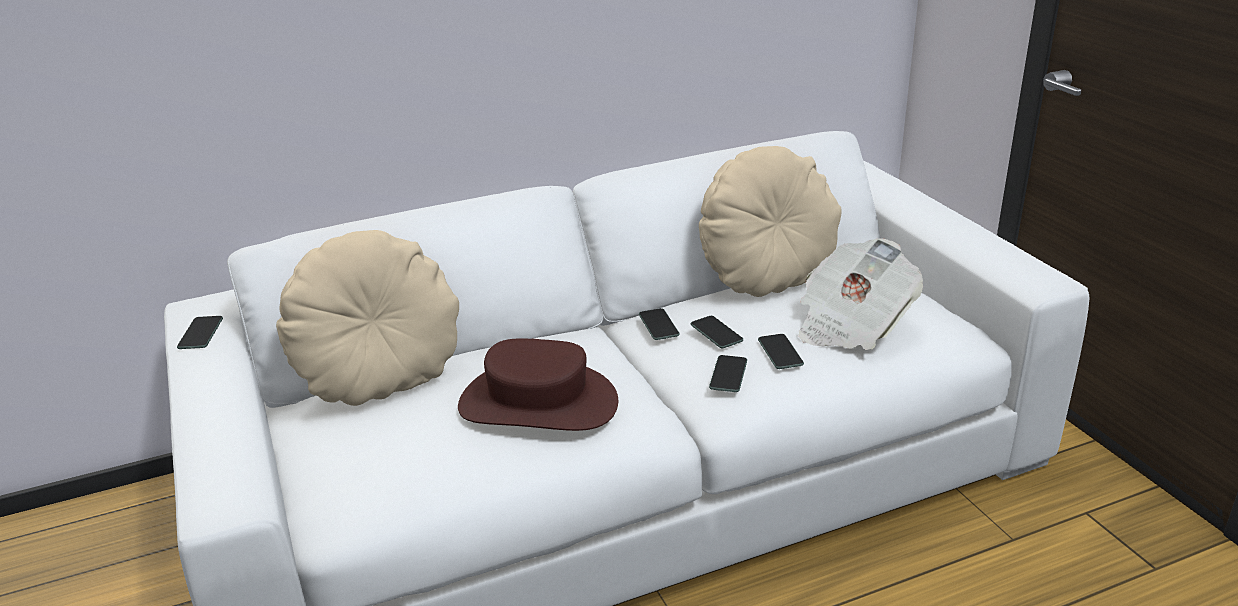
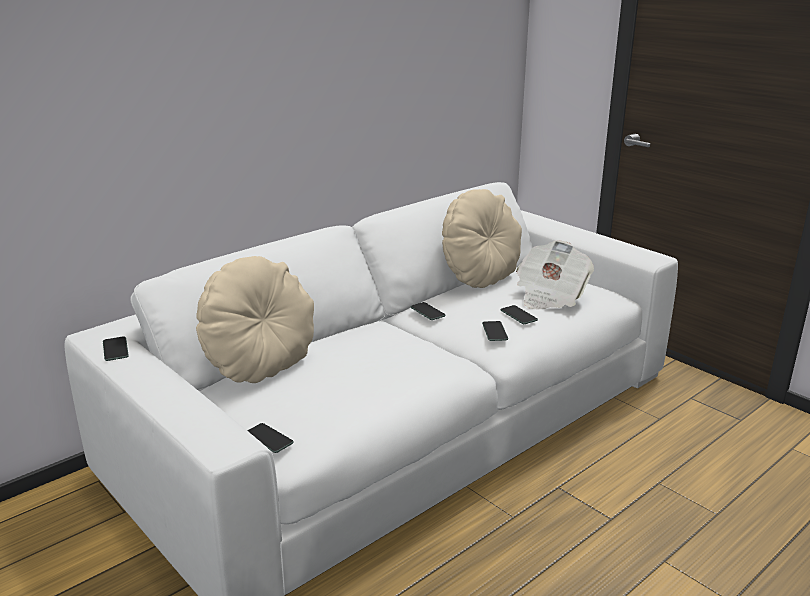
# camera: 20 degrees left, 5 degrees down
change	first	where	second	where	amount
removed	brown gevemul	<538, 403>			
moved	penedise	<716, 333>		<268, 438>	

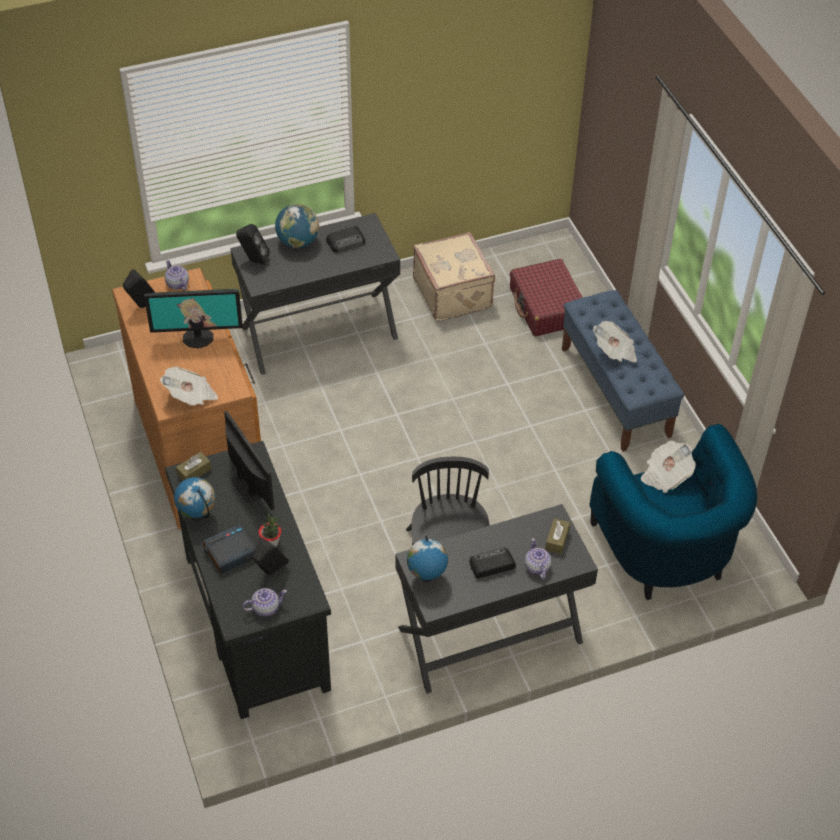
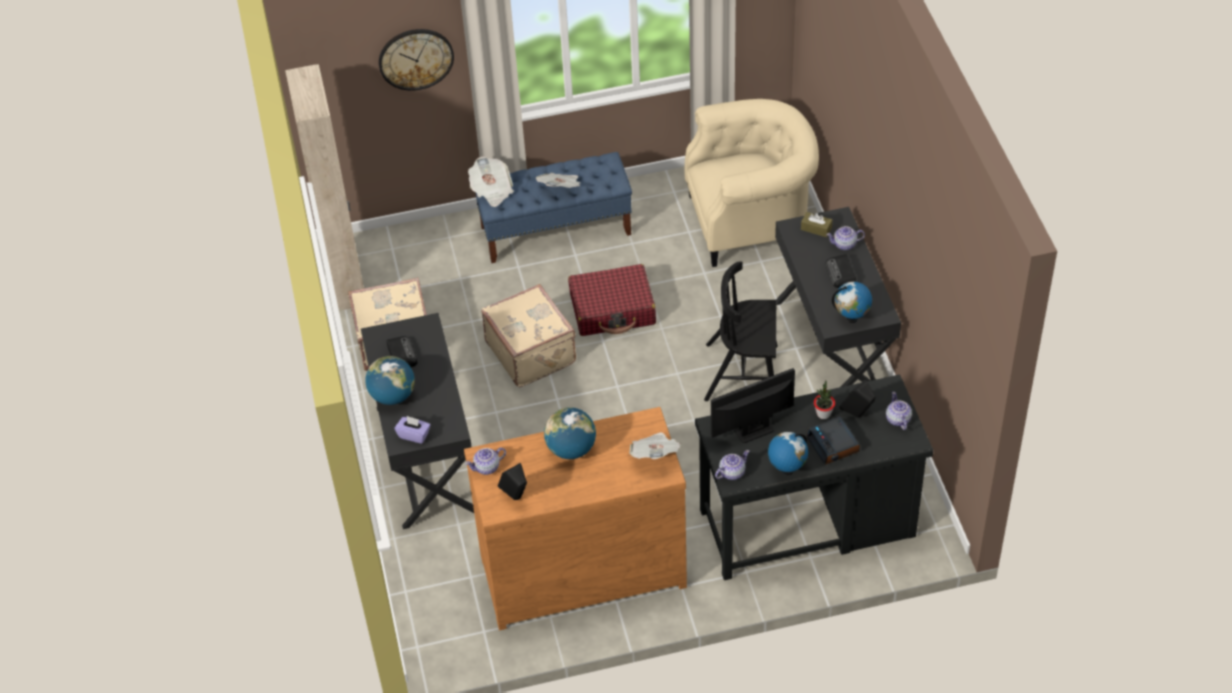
# camera: 80 degrees left, 0 degrees up
change	first	where	second	where	amount
replaced	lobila	<198, 337>	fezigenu	<571, 449>	
replaced	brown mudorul	<194, 472>	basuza	<731, 472>	
replaced	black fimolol	<254, 260>	purple mudorul	<414, 435>	
moved	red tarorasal	<546, 307>		<613, 309>	
recoloured	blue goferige	<664, 552>	beige goferige	<751, 222>	
moved	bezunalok	<665, 475>		<491, 190>	
added			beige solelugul	<346, 282>	
added			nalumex	<416, 58>	
added			beige tarorasal	<532, 352>	

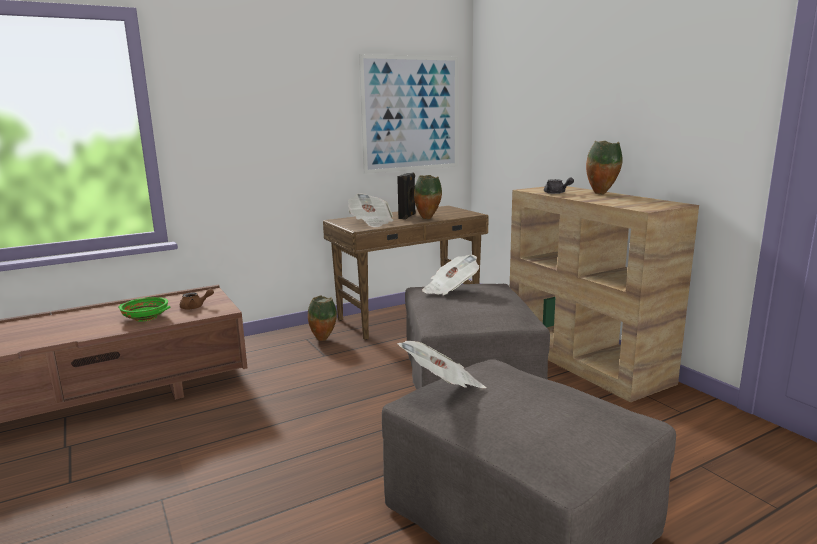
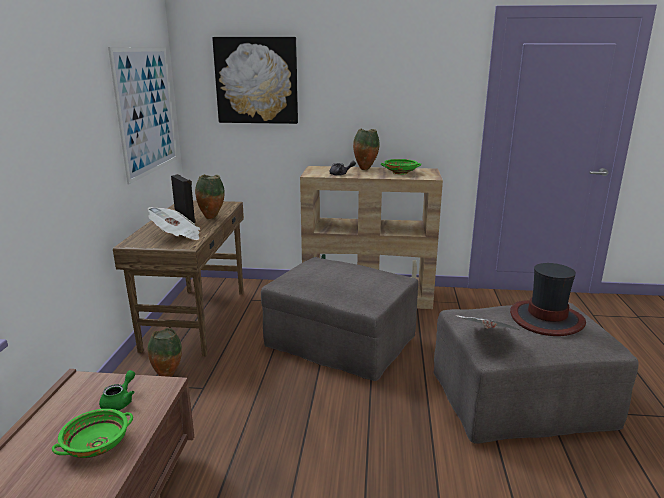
# camera: 55 degrees left, 5 degrees up
change	first	where	second	where	amount
recoloured	brown basuza	<195, 307>	green basuza	<120, 401>	
removed	bezunalok	<450, 289>			
added			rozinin	<256, 80>	
added			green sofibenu	<400, 172>	
added			gevemul	<546, 319>	

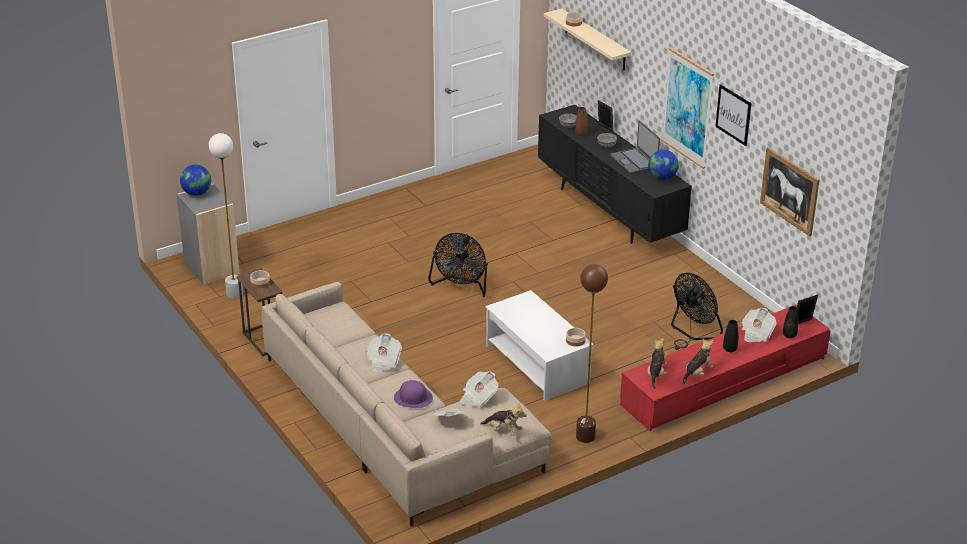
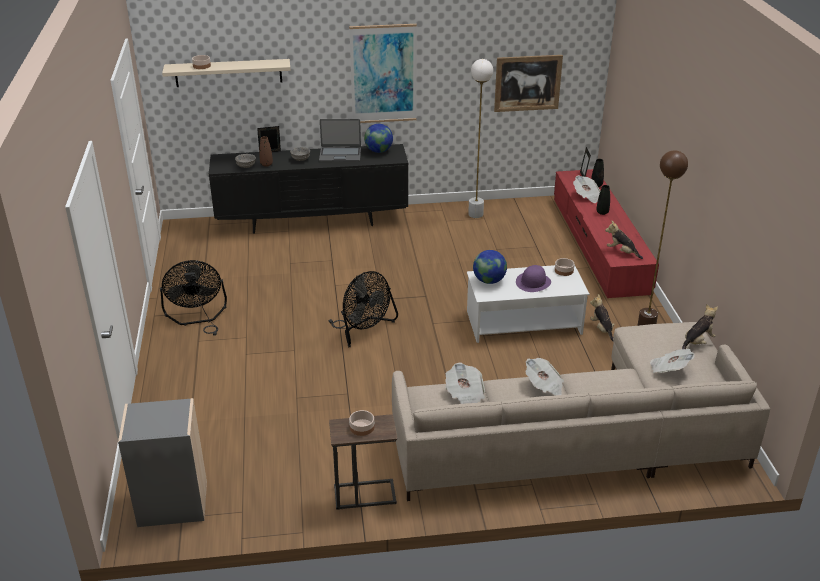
# camera: 65 degrees left, 0 degrees up
change	first	where	second	where	amount
moved	fezigenu	<197, 193>		<489, 281>	
moved	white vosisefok	<234, 294>		<475, 214>	
moved	purple gevemul	<413, 397>		<533, 282>	
moved	bezunalok	<478, 397>		<465, 394>	
moved	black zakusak	<689, 331>		<198, 318>	
moved	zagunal	<697, 373>		<602, 330>	
removed	rozinin	<733, 115>			

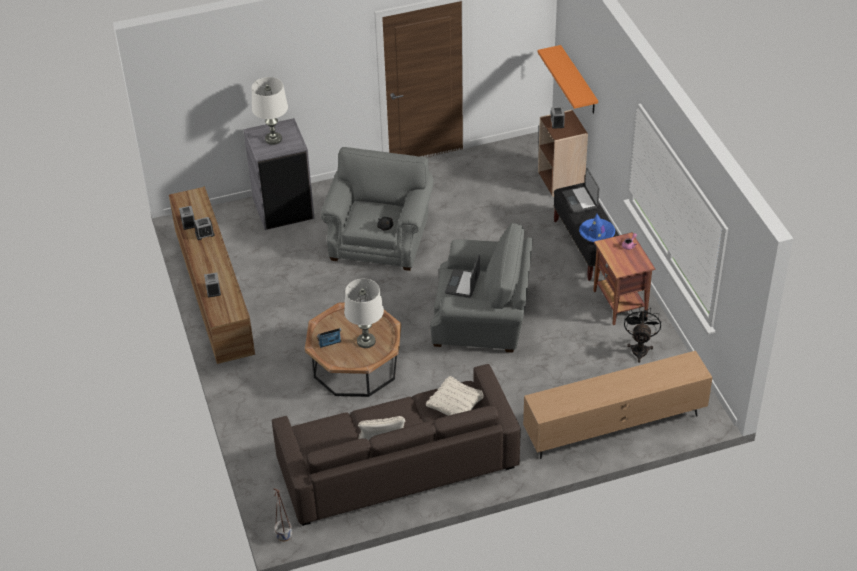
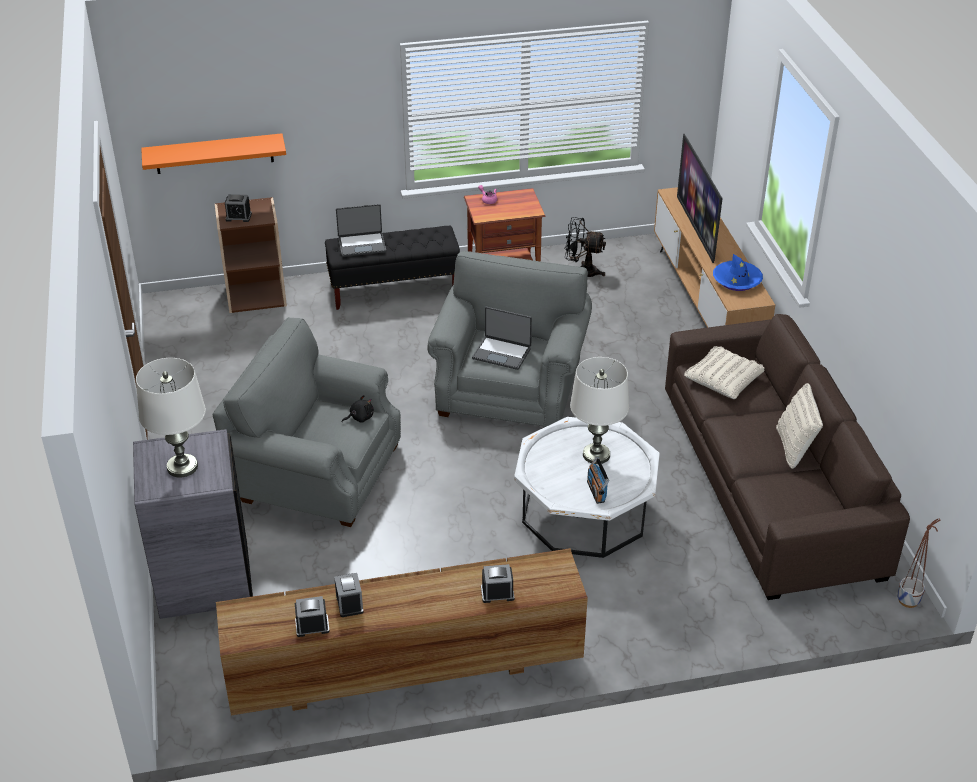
# camera: 85 degrees left, 5 degrees down
change	first	where	second	where	amount
recoloured	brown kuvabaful	<355, 366>	white kuvabaful	<584, 512>	
moved	blue gevemul	<596, 234>		<737, 280>	
added			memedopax	<696, 229>	

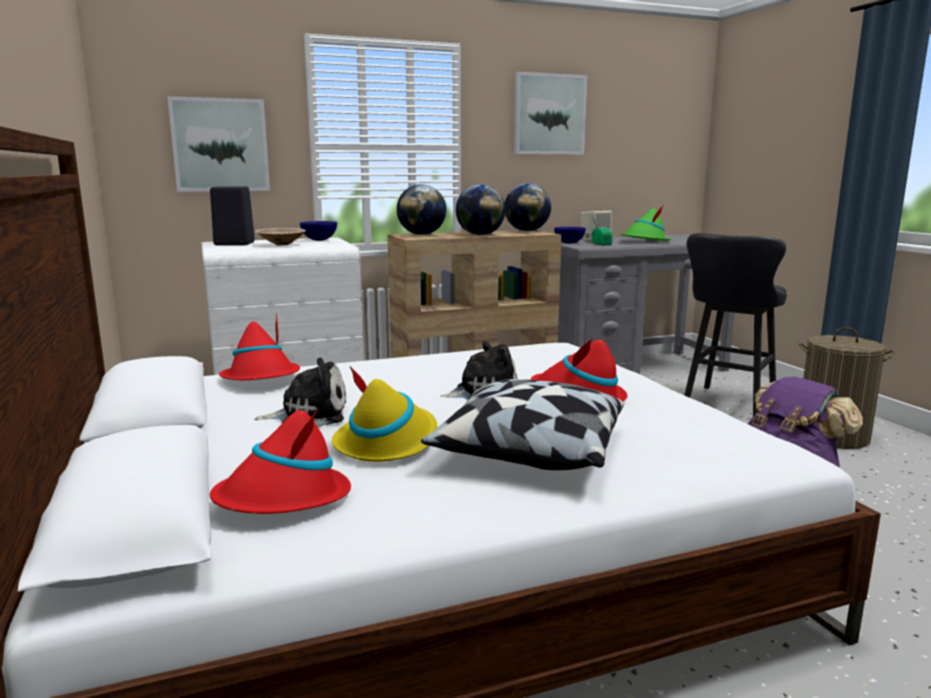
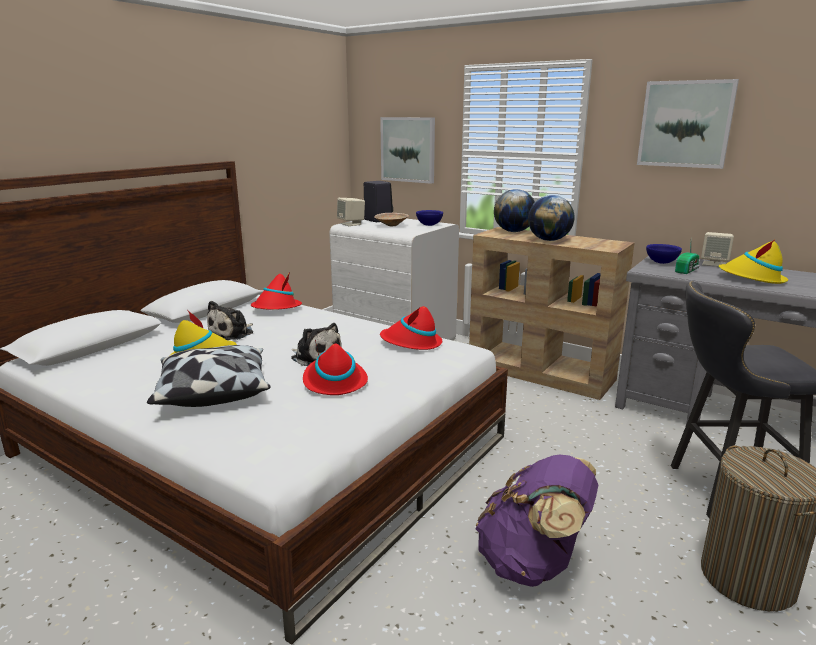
# camera: 55 degrees right, 5 degrees up
change	first	where	second	where	amount
moved	red gevemul	<283, 499>		<411, 343>	
turned	zagunal	<309, 414>		<232, 333>	75 degrees clockwise
removed	fezigenu	<526, 231>			
recoloured	green gevemul	<645, 241>	yellow gevemul	<751, 278>	
added			beige fimolol	<351, 224>	

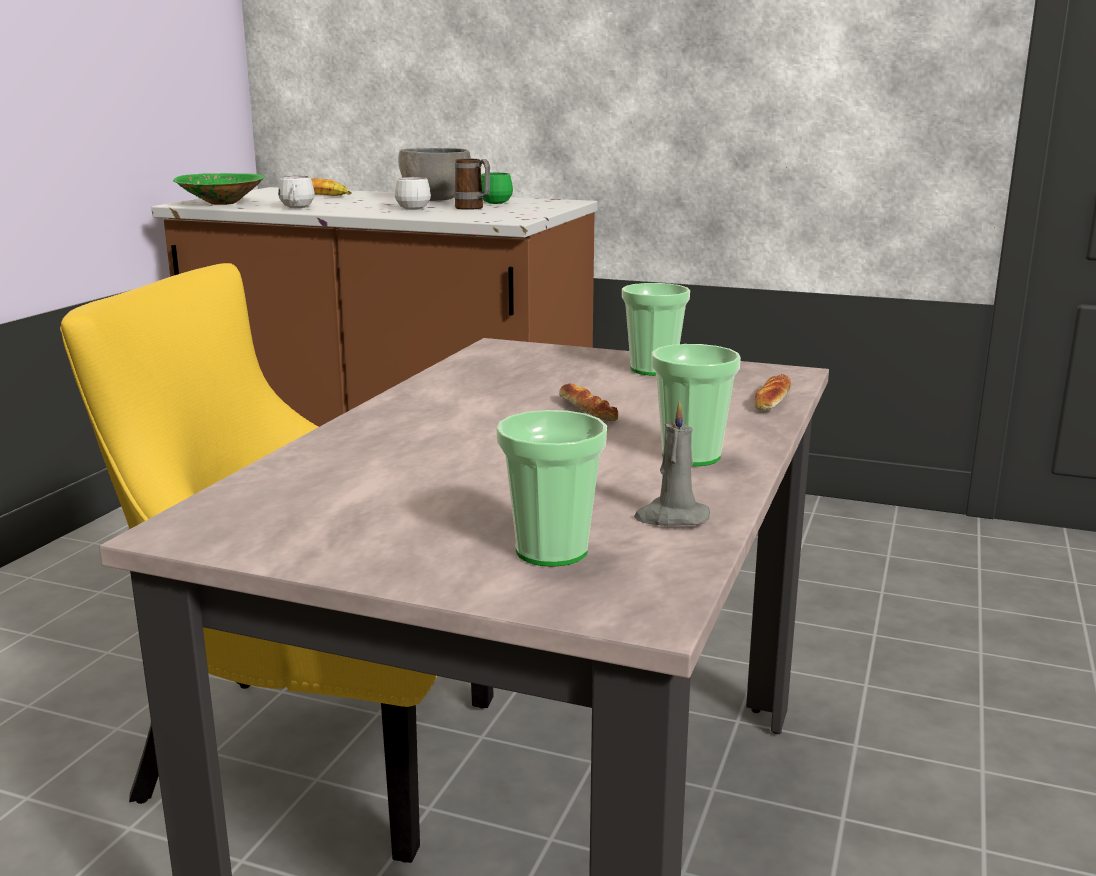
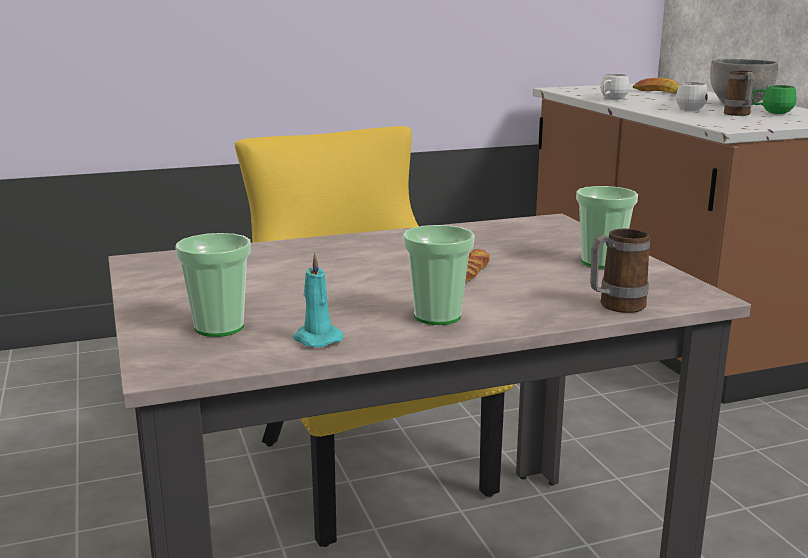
# camera: 50 degrees right, 0 degrees up
change	first	where	second	where	amount
removed	green sofibenu	<221, 204>			
recoloured	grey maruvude	<671, 517>	turquoise maruvude	<316, 339>	
replaced	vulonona	<772, 400>	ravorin	<614, 307>	

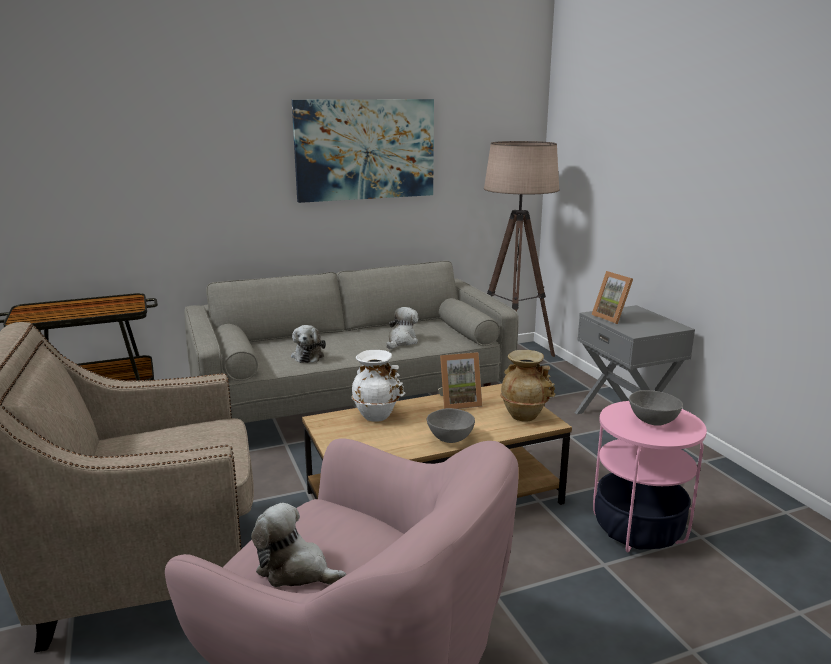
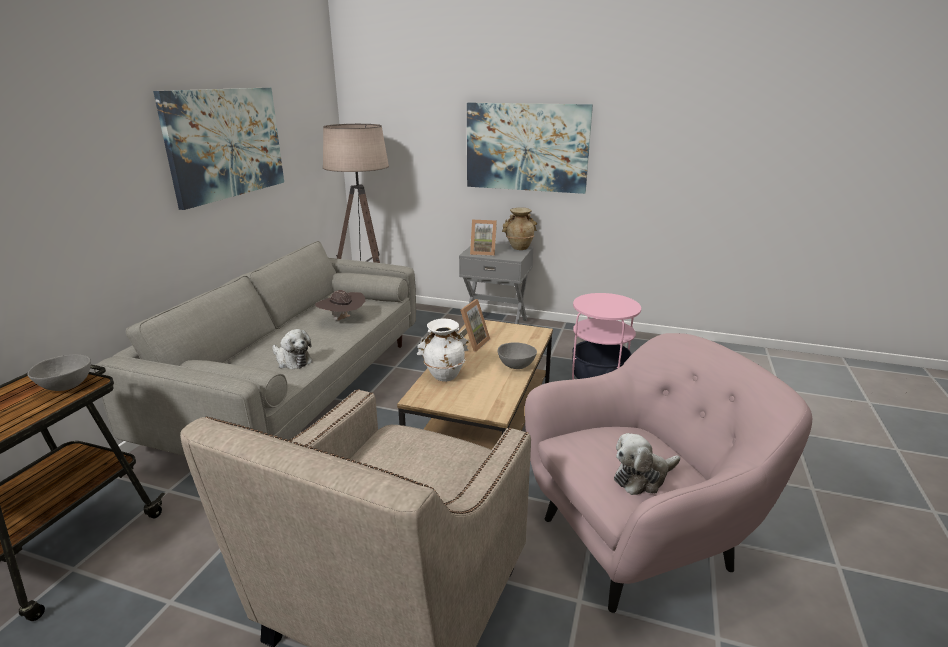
# camera: 50 degrees left, 5 degrees up
change	first	where	second	where	amount
replaced	zagunal	<401, 341>	brown gevemul	<342, 320>	
moved	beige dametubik	<524, 415>		<519, 247>	
moved	grey sofibenu	<653, 422>		<66, 386>	
added			rozinin	<526, 147>	

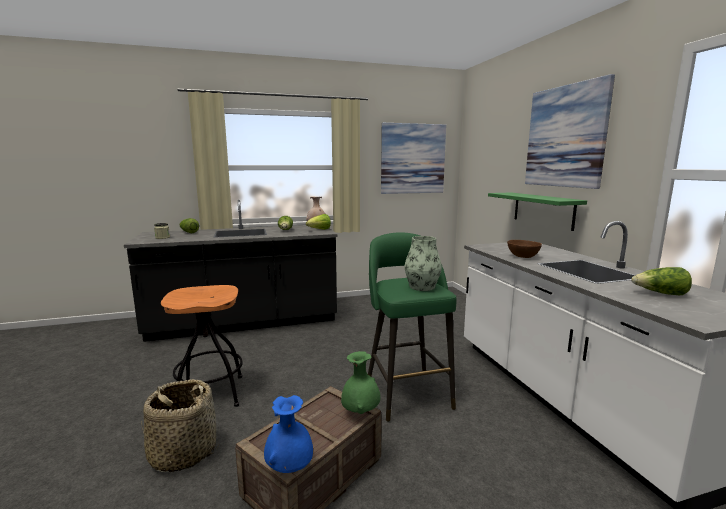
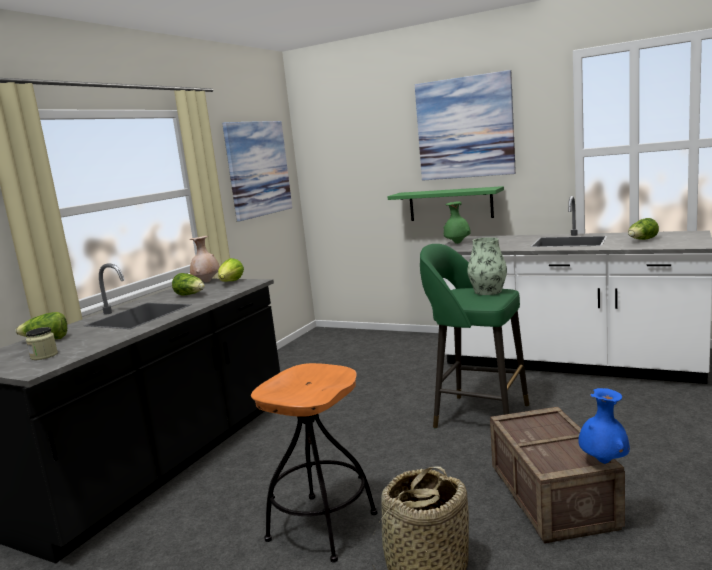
# camera: 45 degrees left, 0 degrees up
change	first	where	second	where	amount
moved	green dametubik	<360, 412>		<457, 243>	
removed	brown sofibenu	<522, 256>			

